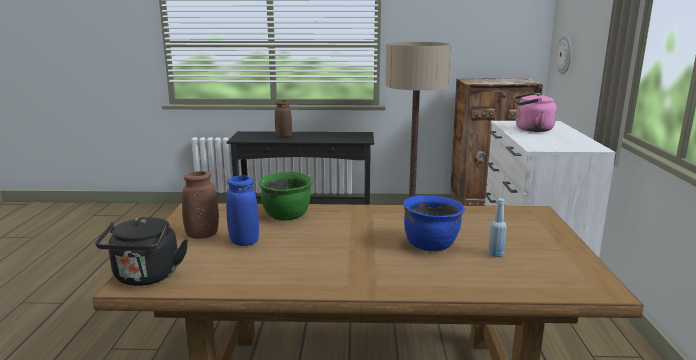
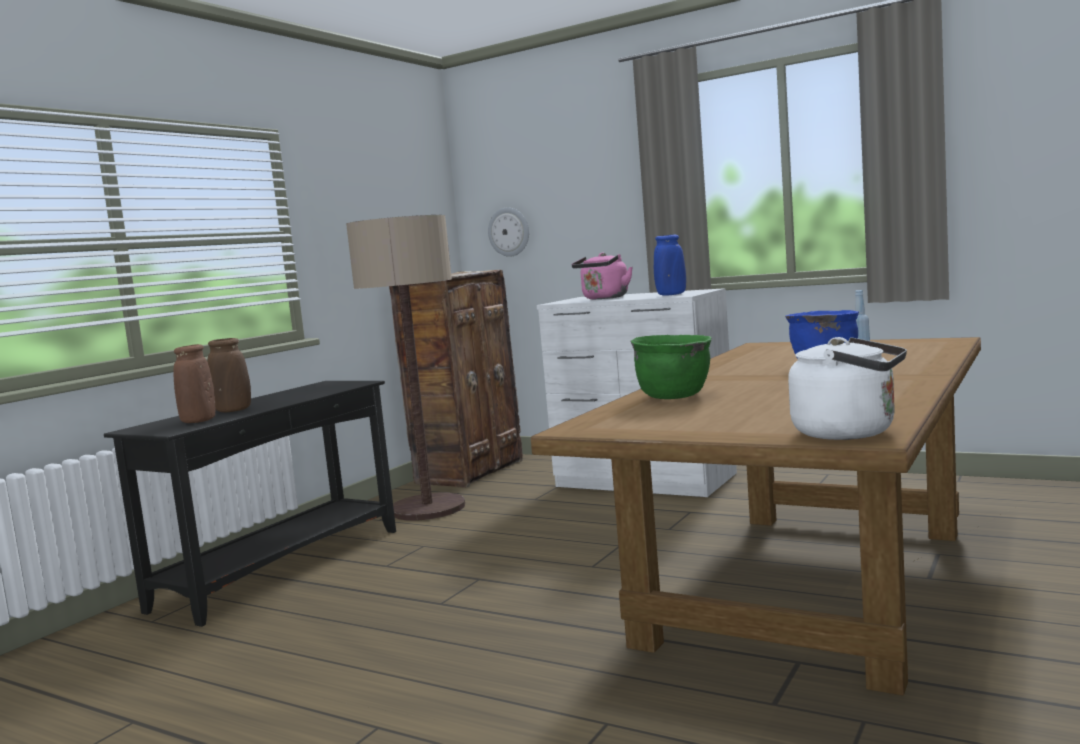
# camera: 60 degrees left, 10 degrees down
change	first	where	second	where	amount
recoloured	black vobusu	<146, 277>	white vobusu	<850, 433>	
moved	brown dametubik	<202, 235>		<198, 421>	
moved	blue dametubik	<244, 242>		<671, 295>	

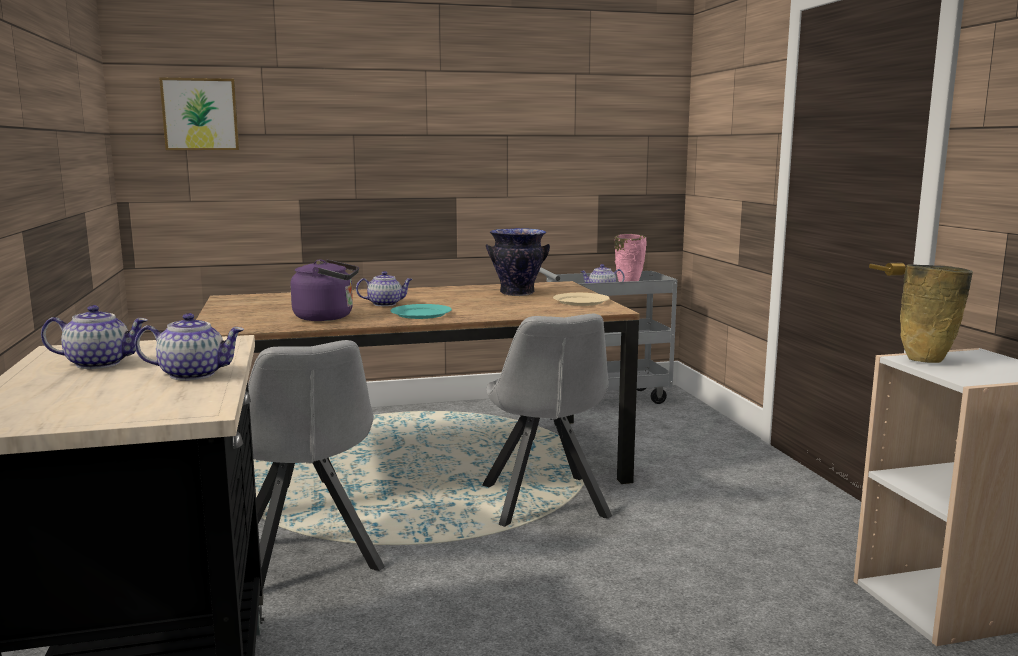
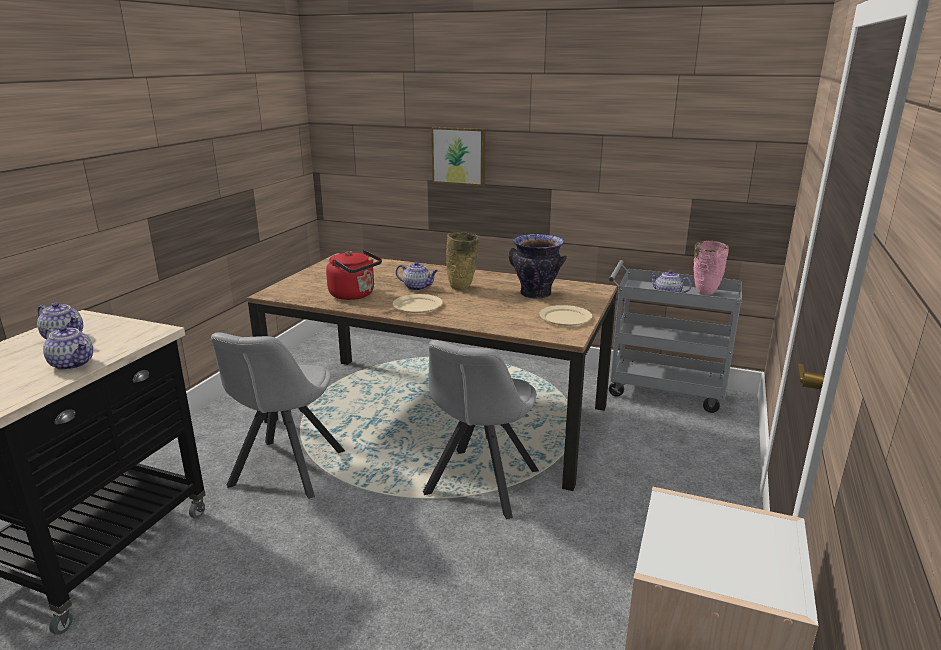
# camera: 35 degrees right, 10 degrees up
change	first	where	second	where	amount
moved	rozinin	<200, 114>		<459, 155>	
recoloured	purple vobusu	<328, 317>	red vobusu	<354, 295>	
recoloured	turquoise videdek	<421, 314>	beige videdek	<418, 306>	
moved	beige dametubik	<928, 360>		<462, 288>	

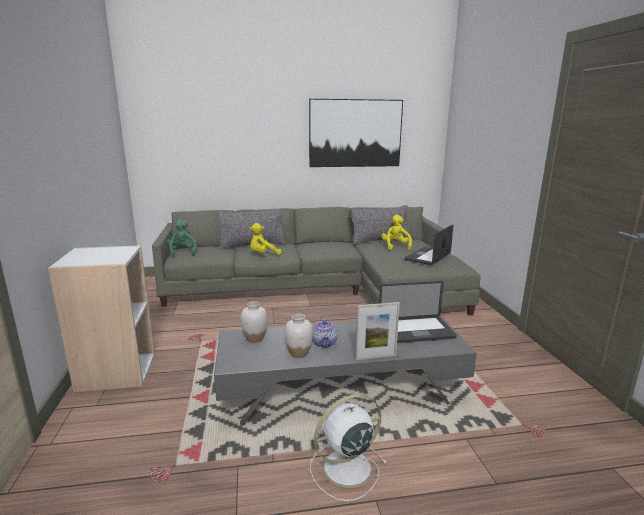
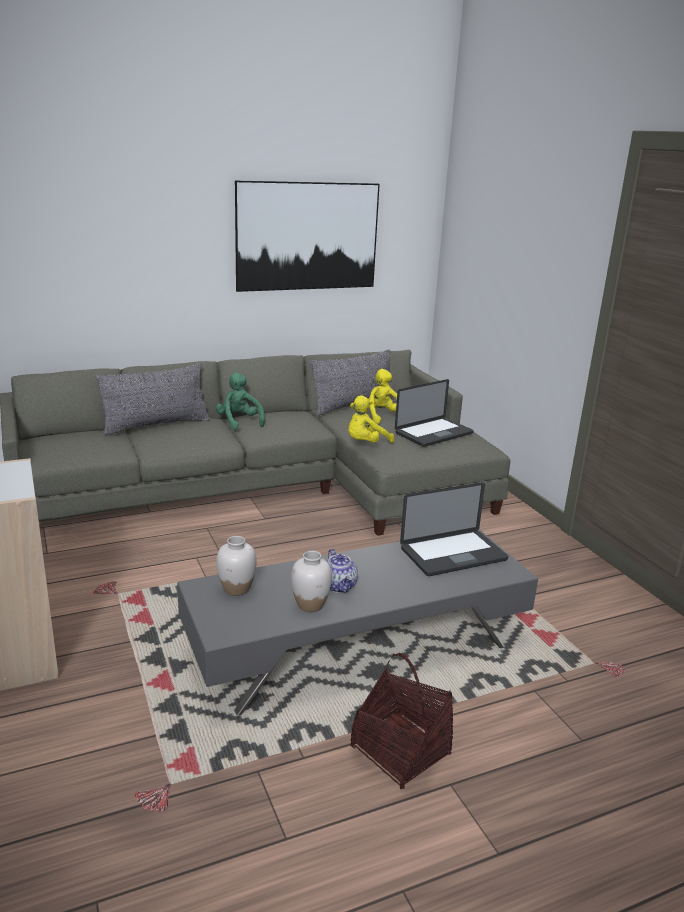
# camera: 15 degrees left, 5 degrees up
change	first	where	second	where	amount
moved	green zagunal	<182, 252>		<239, 422>	
moved	yellow zagunal	<263, 254>		<366, 443>	
replaced	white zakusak	<345, 468>	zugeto	<400, 751>	
removed	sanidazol	<375, 357>			
turned	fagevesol	<428, 257>		<434, 433>	150 degrees counterclockwise

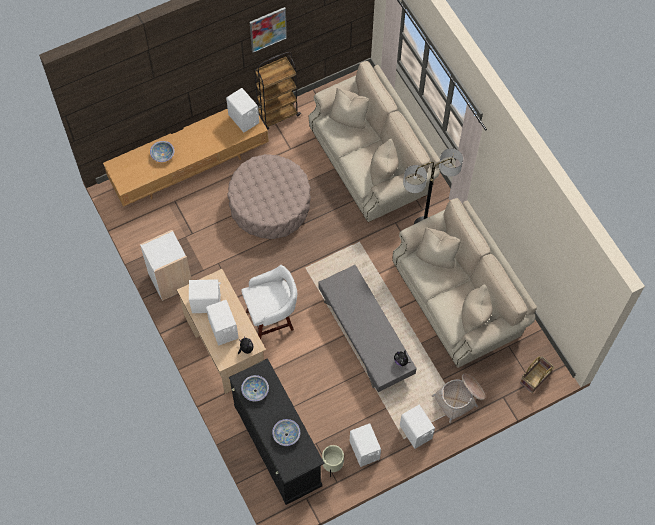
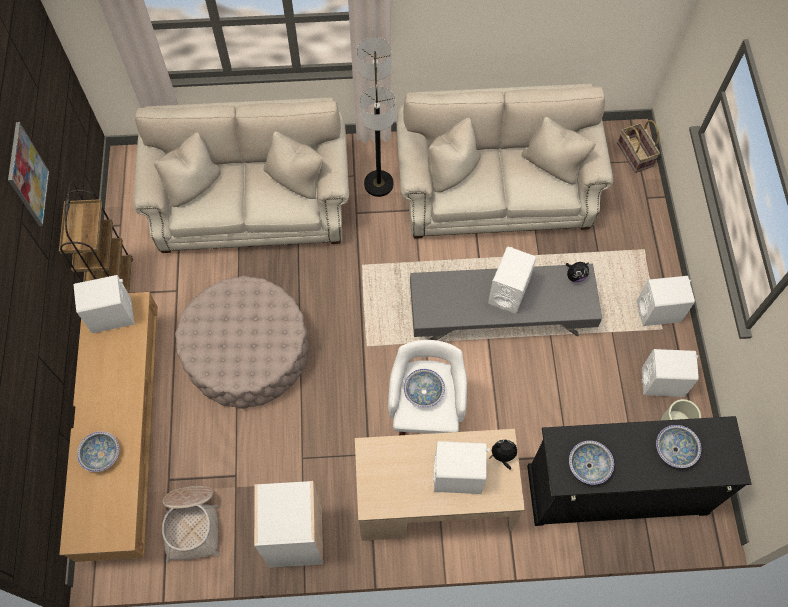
# camera: 65 degrees left, 0 degrees up
change	first	where	second	where	amount
moved	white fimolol	<206, 303>		<508, 291>	
moved	zugeto	<460, 398>		<192, 524>	
added			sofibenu	<424, 392>	

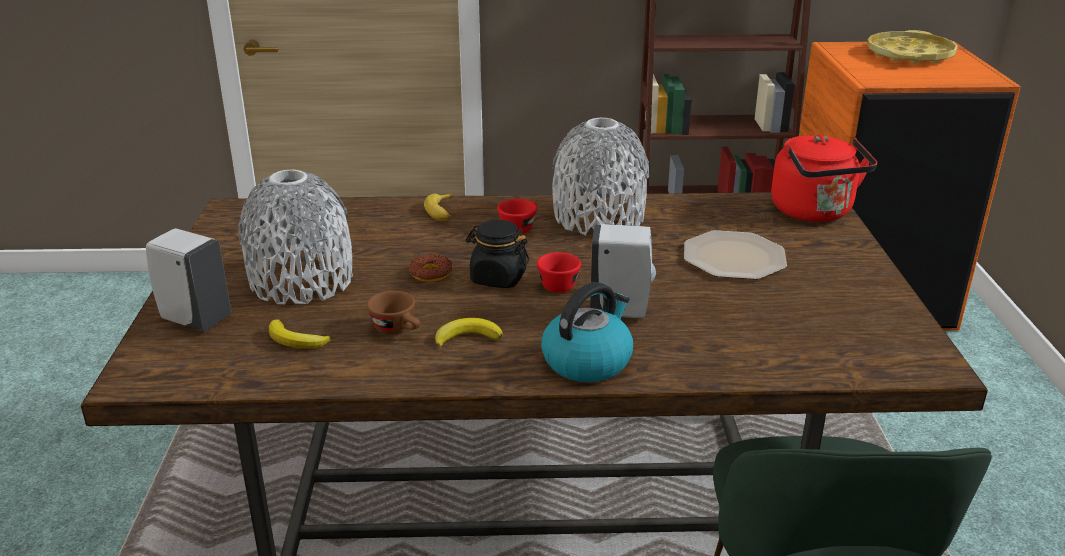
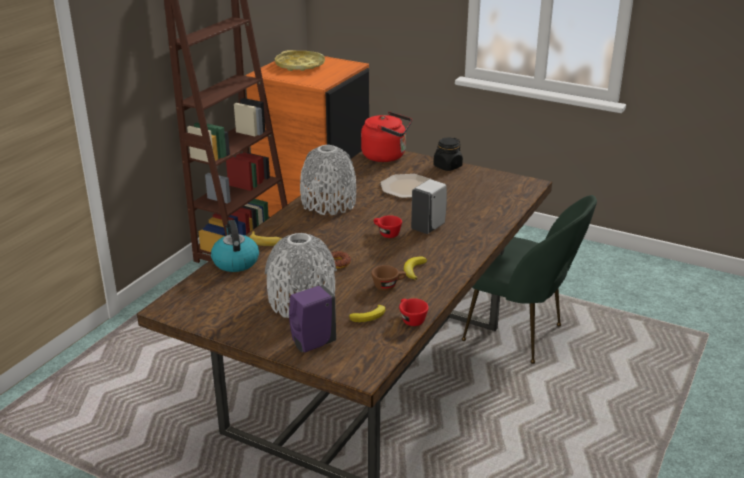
# camera: 60 degrees left, 0 degrees up
change	first	where	second	where	amount
recoloured	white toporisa	<194, 319>	purple toporisa	<312, 344>	
moved	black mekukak	<498, 278>		<447, 166>	
moved	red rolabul	<520, 227>		<410, 319>	
moved	vobusu	<587, 361>		<235, 262>	

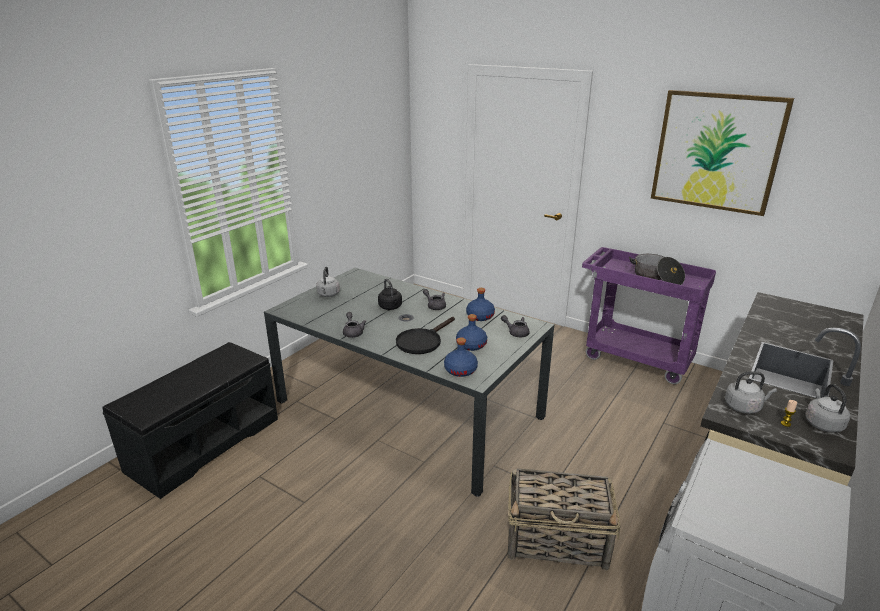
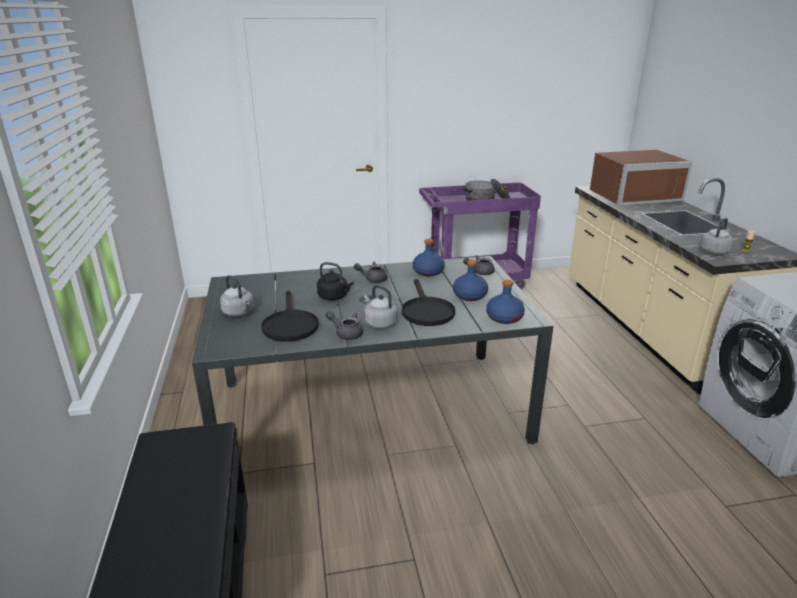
# camera: 45 degrees left, 0 degrees up
change	first	where	second	where	amount
removed	zugeto	<558, 541>			
removed	rozinin	<716, 152>			
moved	grey vobusu	<822, 423>		<379, 323>	
added			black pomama	<290, 325>	
added			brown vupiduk	<631, 196>	

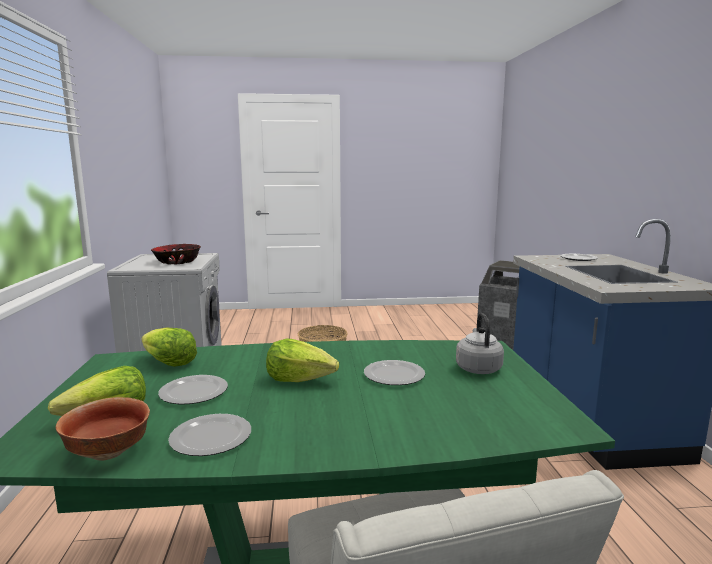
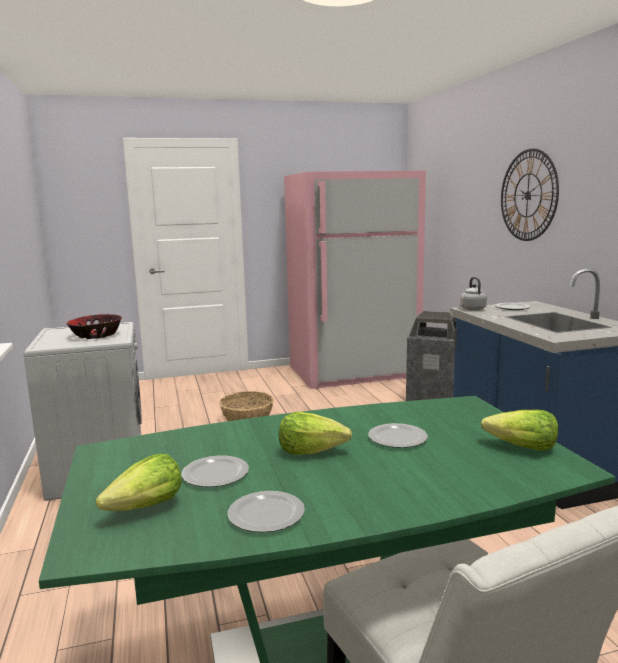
# camera: 10 degrees left, 0 degrees up
change	first	where	second	where	amount
removed	sofibenu	<110, 451>			
moved	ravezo	<168, 363>		<521, 447>	
moved	grey vobusu	<478, 368>		<472, 309>	
added			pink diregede	<354, 371>	
added			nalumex	<528, 195>	

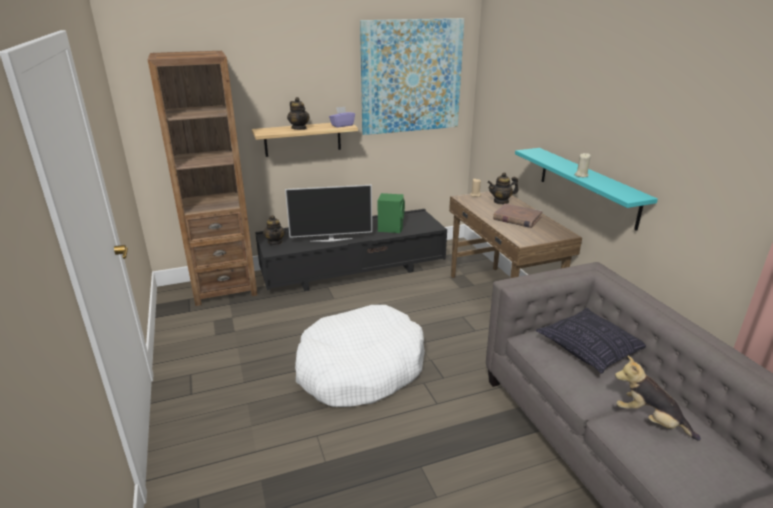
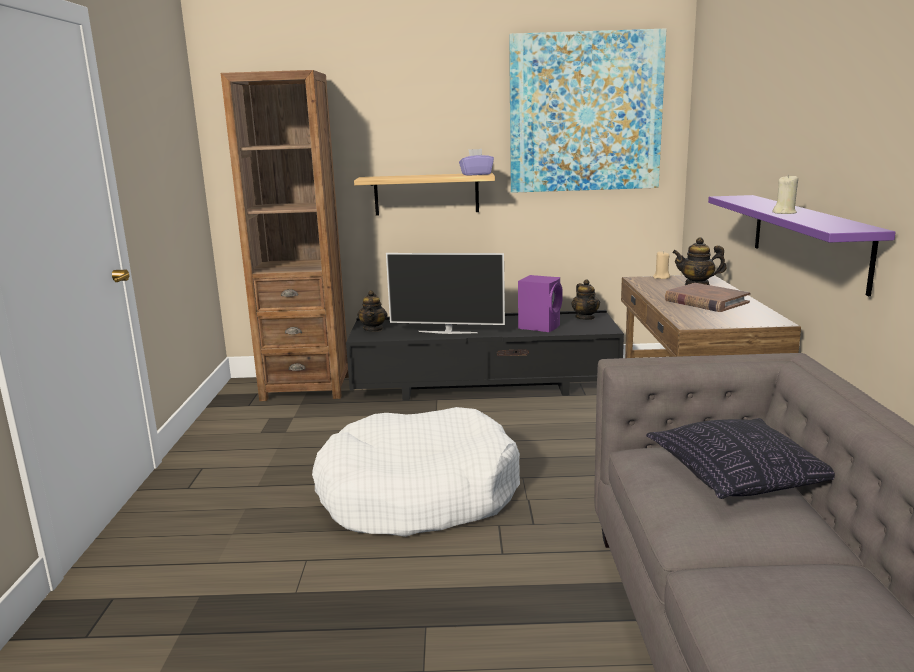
# camera: 20 degrees right, 10 degrees down
change	first	where	second	where	amount
moved	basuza	<299, 128>		<585, 318>	
recoloured	green fimolol	<391, 228>	purple fimolol	<540, 326>	
recoloured	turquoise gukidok	<587, 186>	purple gukidok	<807, 239>	
removed	zagunal	<649, 420>			

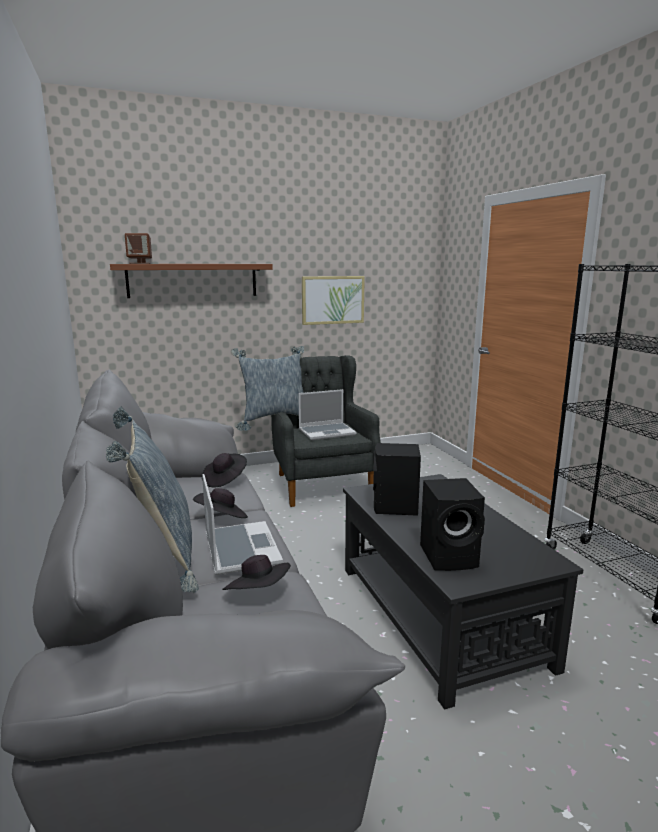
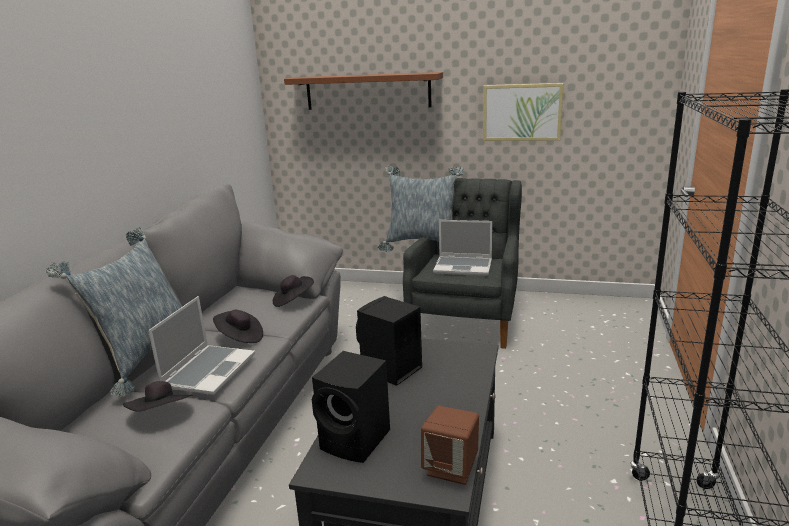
# camera: 35 degrees right, 5 degrees up
change	first	where	second	where	amount
moved	brown fimolol	<140, 263>		<451, 468>	

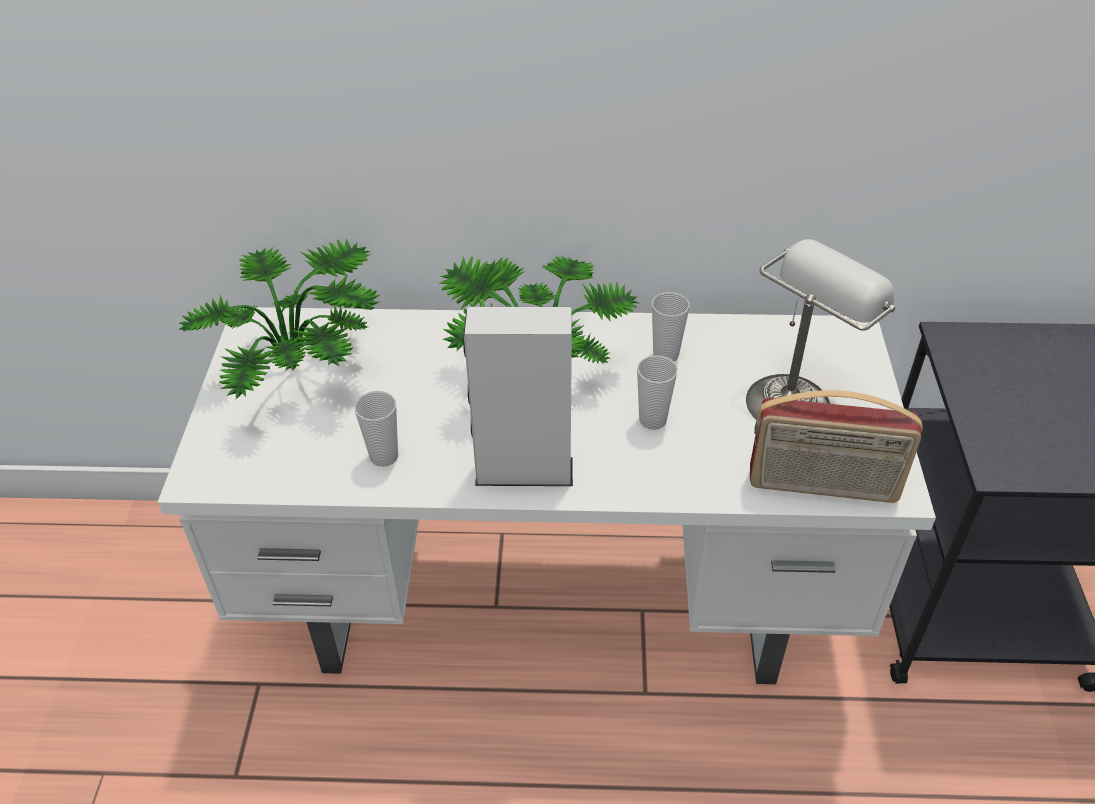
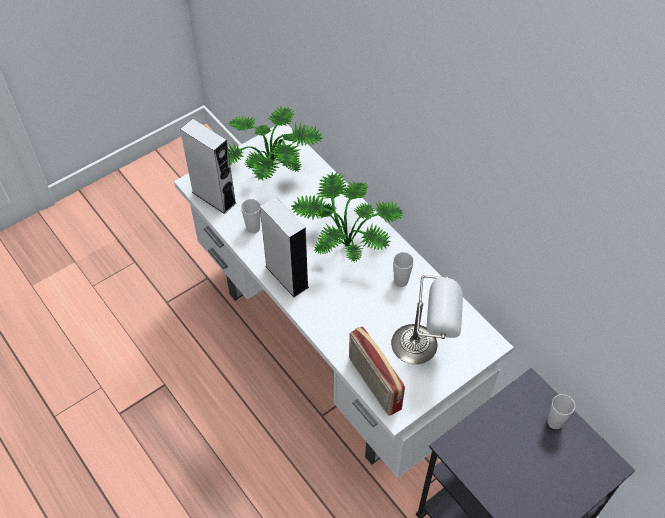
# camera: 50 degrees right, 10 degrees up
change	first	where	second	where	amount
moved	rolabul	<652, 420>		<554, 422>	
added			grey fimolol	<214, 197>	

